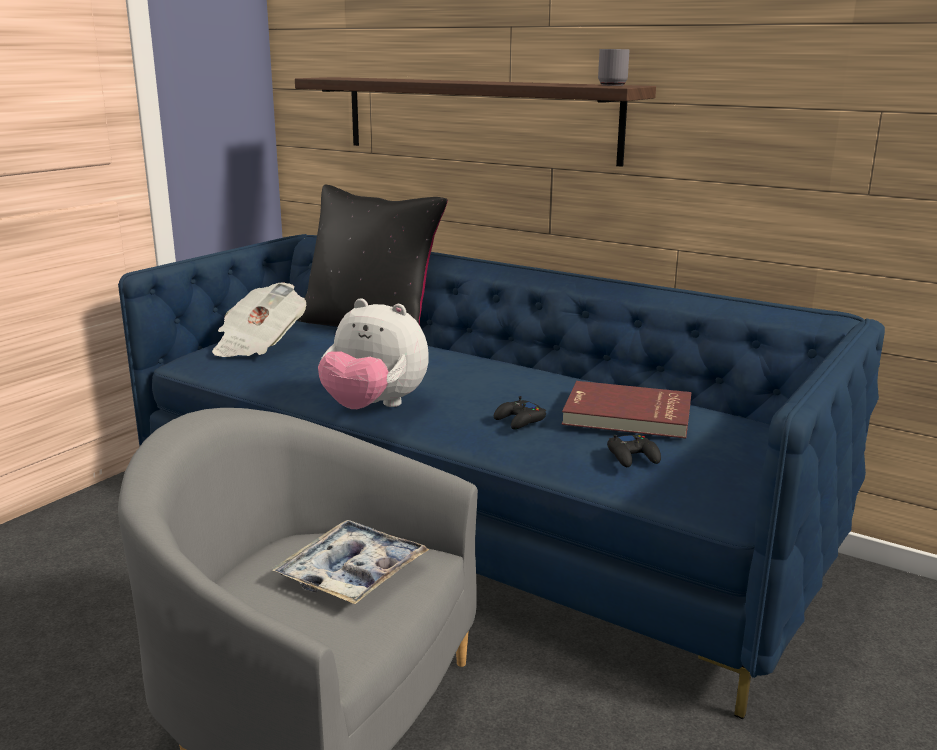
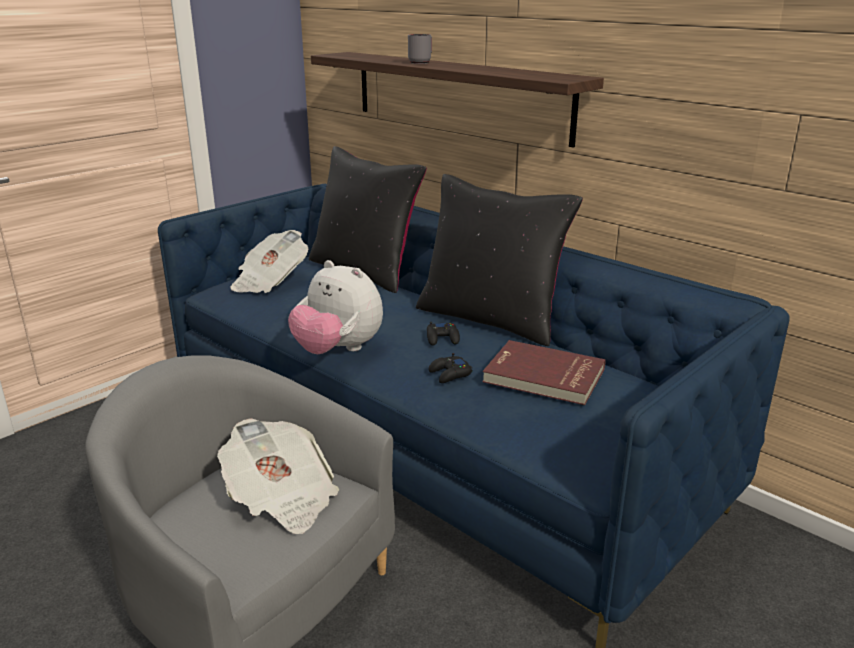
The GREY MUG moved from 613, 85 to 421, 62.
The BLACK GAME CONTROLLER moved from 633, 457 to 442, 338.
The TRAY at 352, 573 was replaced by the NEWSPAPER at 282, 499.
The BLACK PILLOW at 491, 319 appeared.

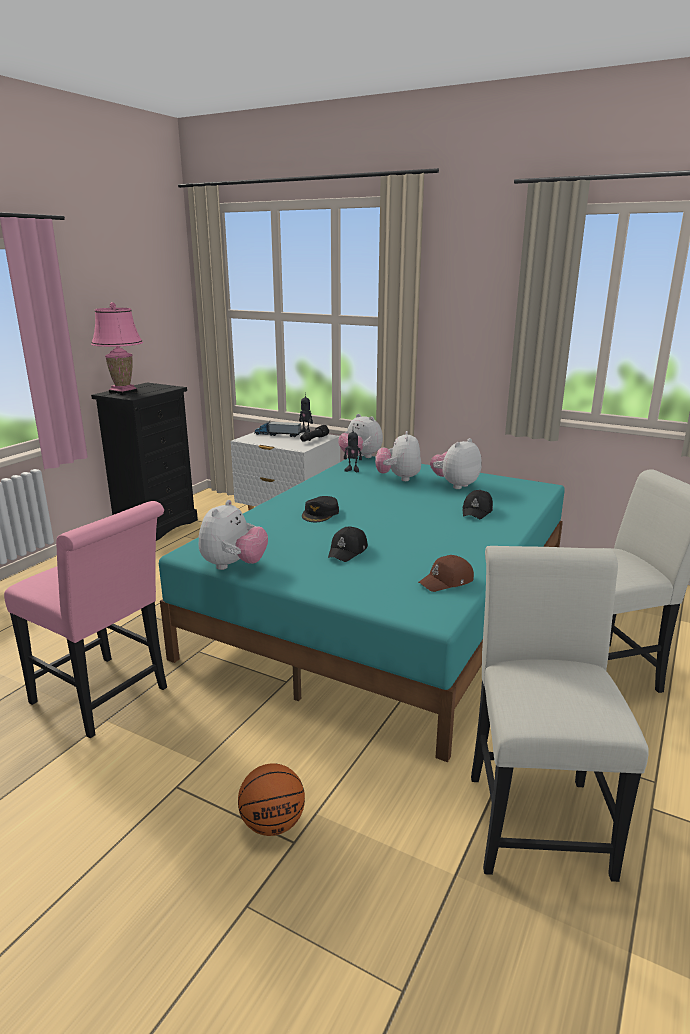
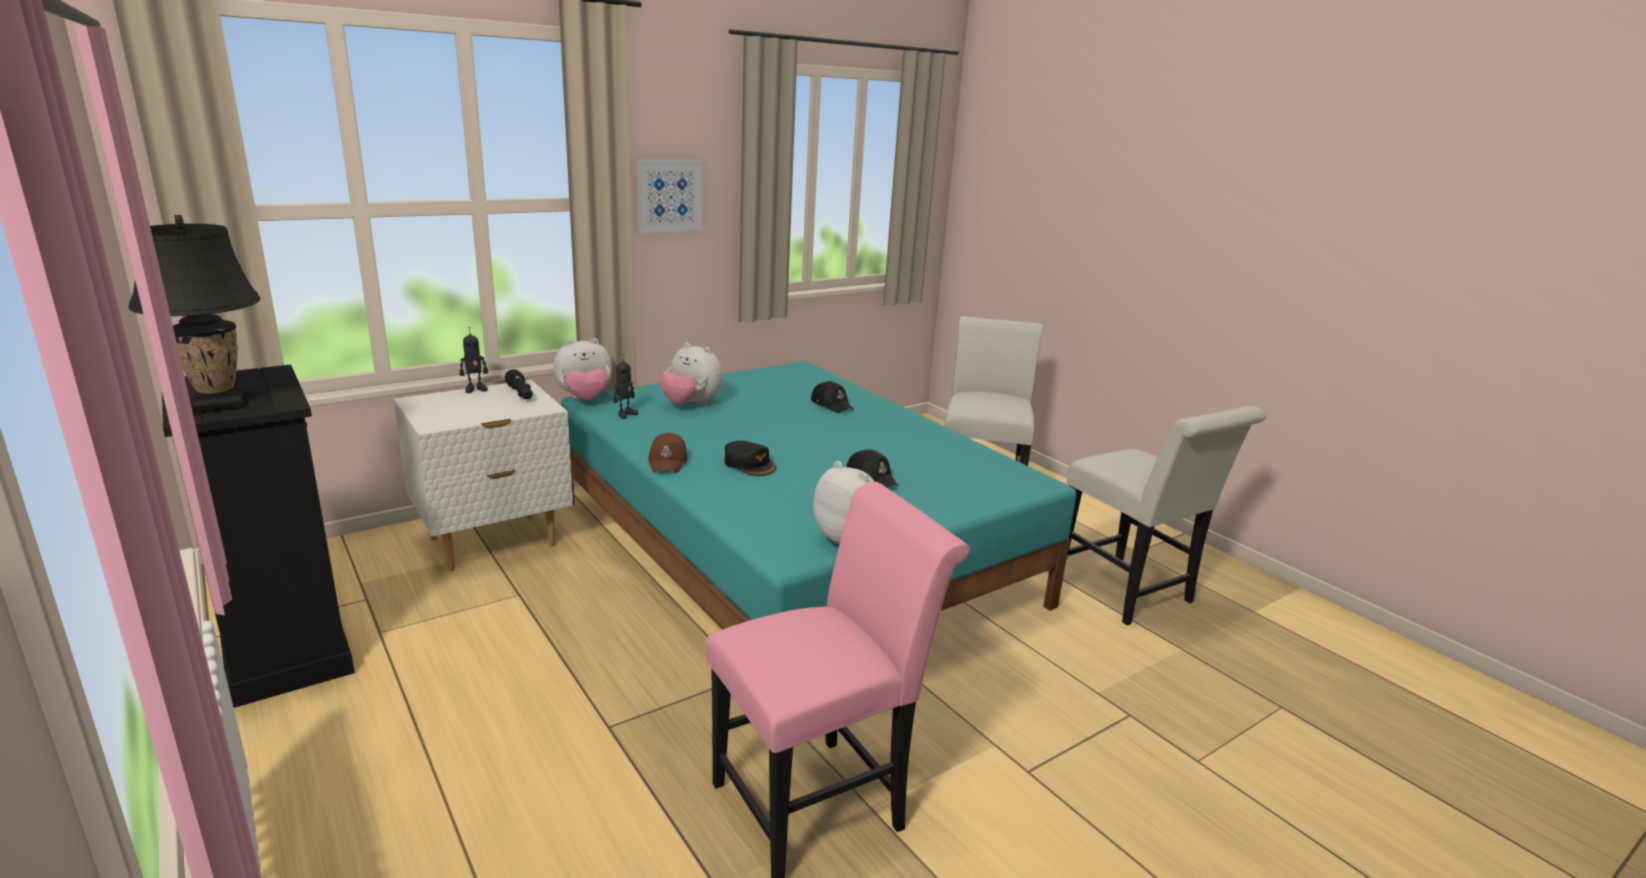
The PINK TABLE LAMP at 123, 392 became the BLACK TABLE LAMP at 218, 404.
The TOY TRUCK at 277, 435 disappeared.
The PLUSH TOY at 455, 485 disappeared.
The WHITE CHAIR at 535, 814 turned 150 degrees counterclockwise.
The BROWN CAP moved from 447, 582 to 668, 462.
The BASKETBALL at 272, 824 disappeared.
The PICTURE at 669, 196 appeared.

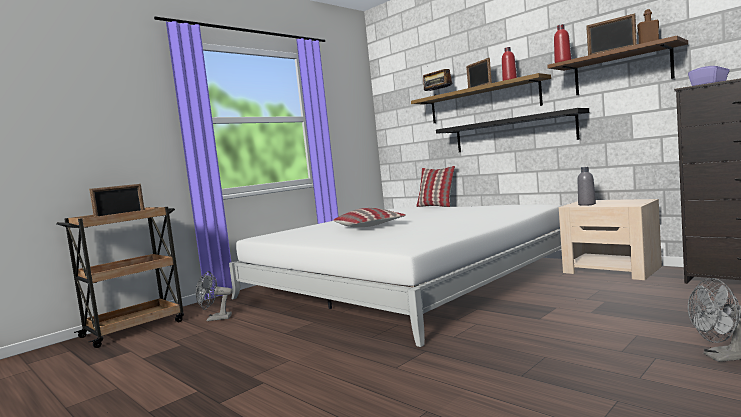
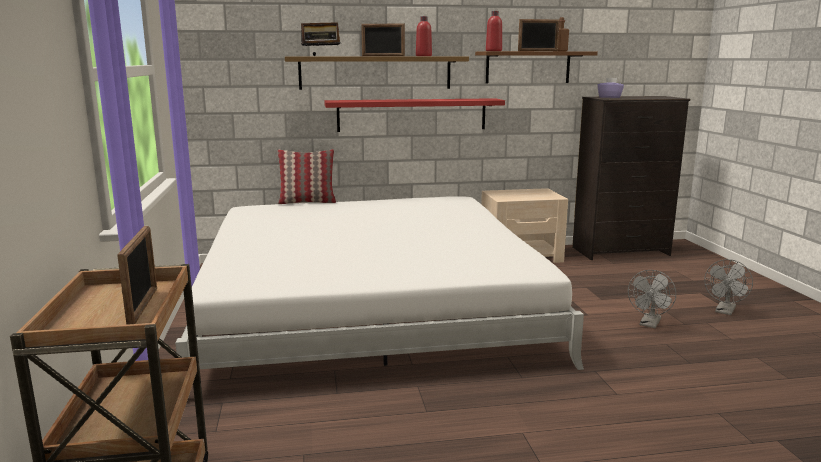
The BLACK SHELF at 512, 133 became the RED SHELF at 412, 115.
The GREY BOTTLE at 587, 204 disappeared.
The PILLOW at 370, 226 disappeared.
The GREY FAN moved from 215, 319 to 649, 324.

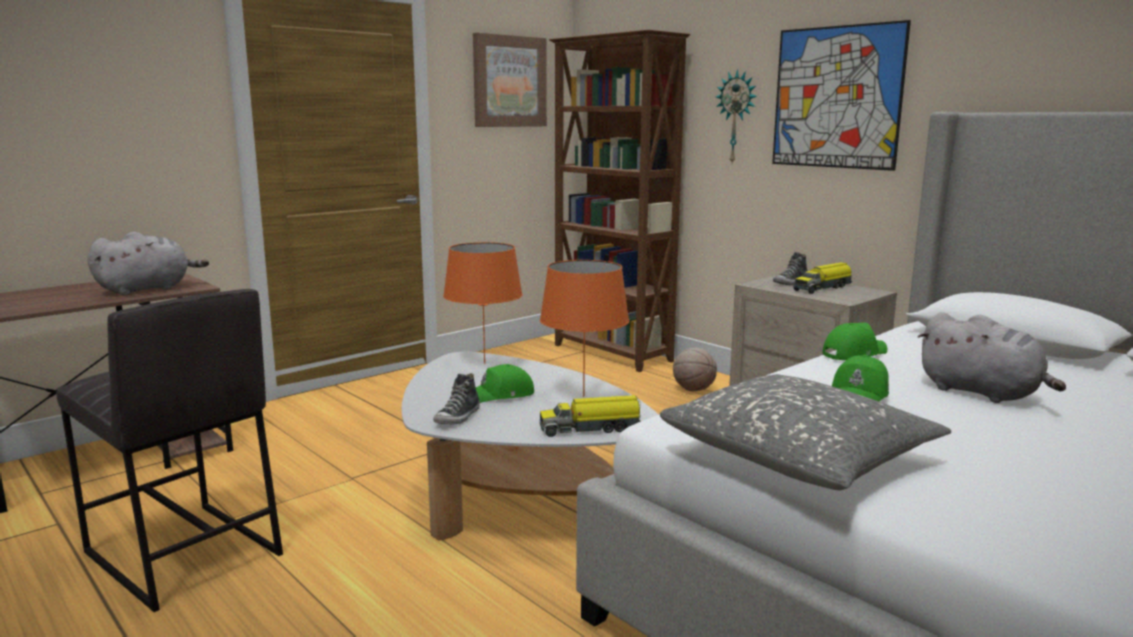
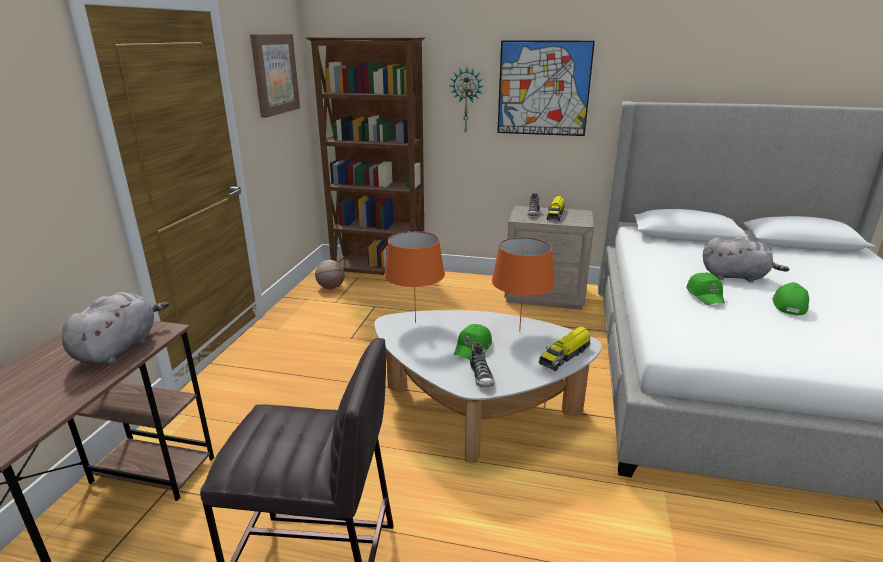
The GREEN CAP moved from 853, 353 to 788, 305.
The BASKETBALL moved from 694, 389 to 331, 287.
The GREY PILLOW at 799, 456 disappeared.

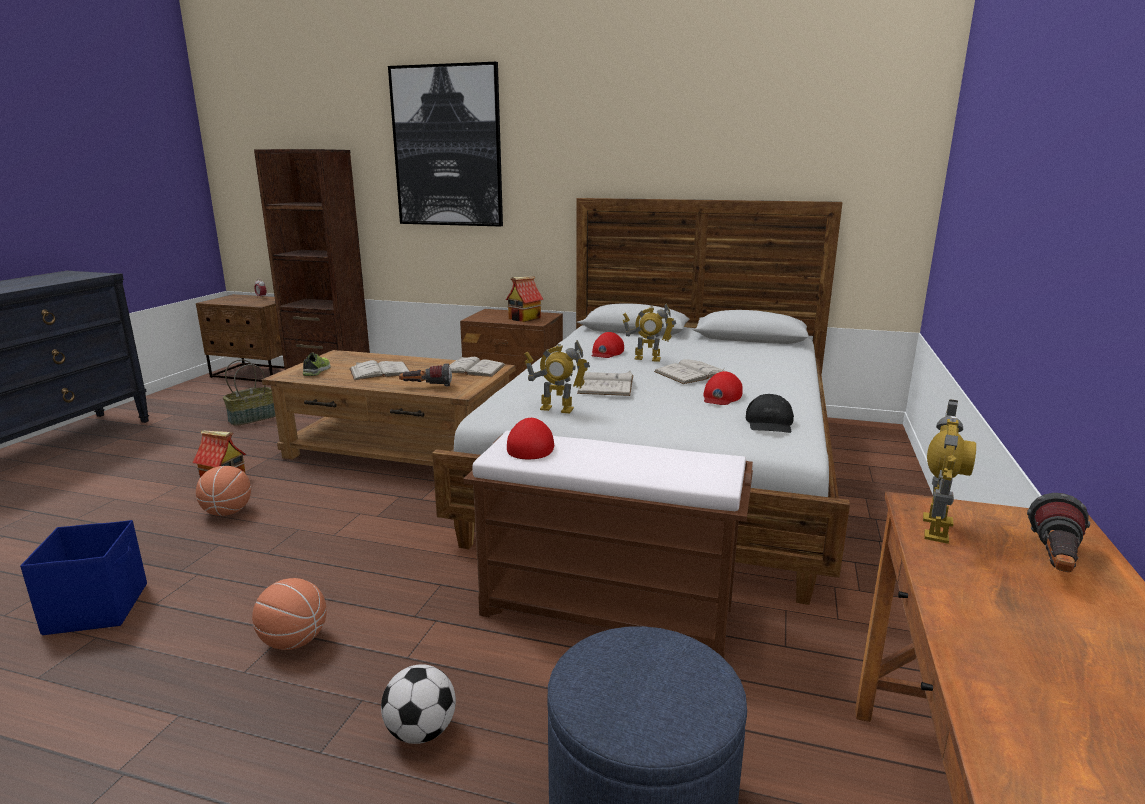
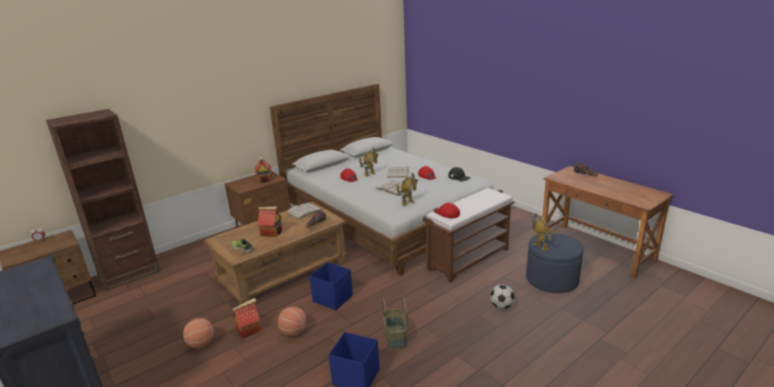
The PICTURE at 447, 147 disappeared.
The BASKET moved from 253, 418 to 394, 337.
The WHITE BOOK at 380, 371 was replaced by the TOY HOUSE at 272, 232.
The TOY ROBOT moved from 936, 528 to 540, 246.
The BASKETBALL moved from 294, 641 to 201, 344.
The BLUE STORAGE BOX at 332, 298 appeared.

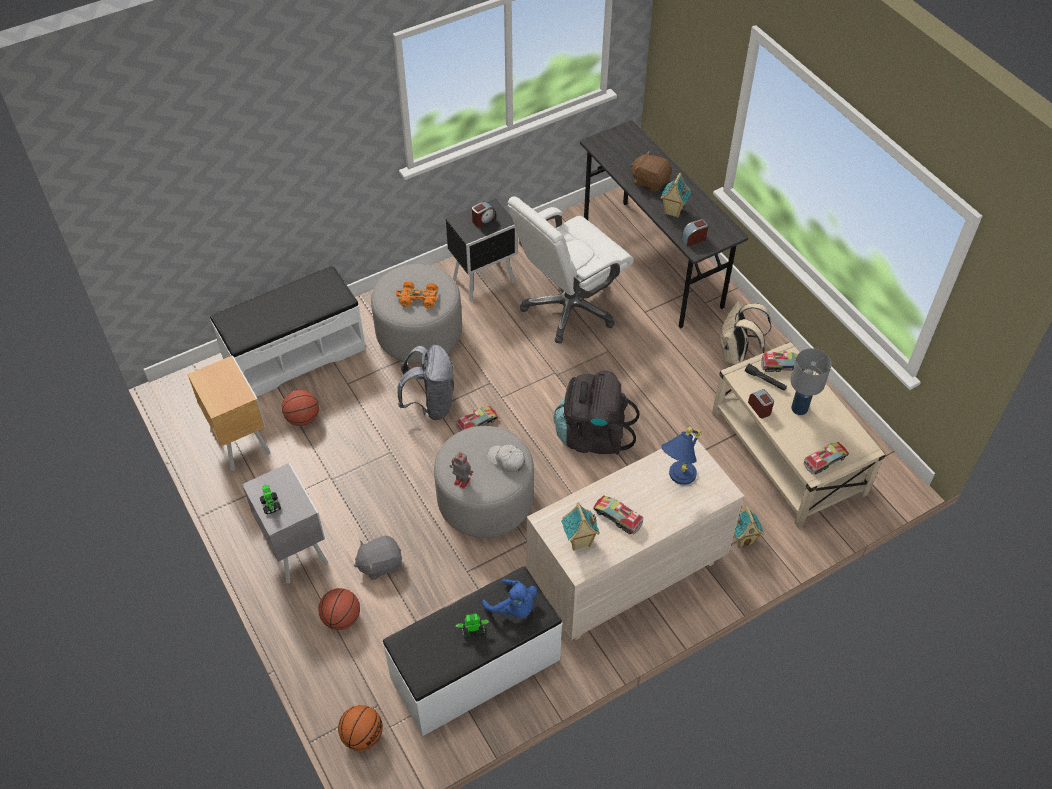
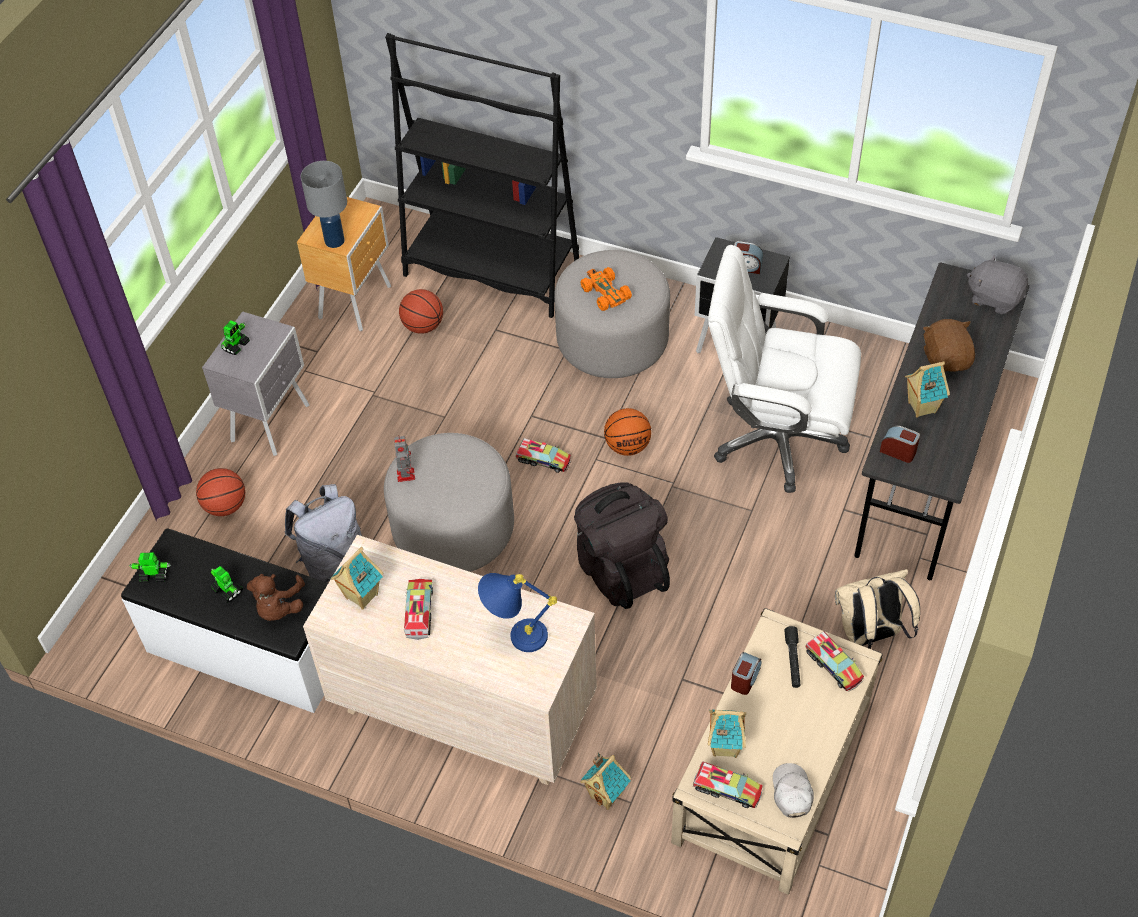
The WHITE BENCH at 295, 355 was replaced by the BLACK BOOKCASE at 491, 269.
The GREY BACKPACK moved from 431, 404 to 333, 561.
The GREY TABLE LAMP moved from 799, 408 to 334, 240.
The WHITE CAP moved from 506, 460 to 791, 793.
The GREY PLUSH TOY moved from 380, 564 to 994, 298.
The BLUE PLUSH TOY at 513, 608 became the BROWN PLUSH TOY at 278, 607.
The BASKETBALL moved from 362, 736 to 627, 446.
The TOY ROBOT at 154, 574 appeared.
The TOY HOUSE at 724, 746 appeared.

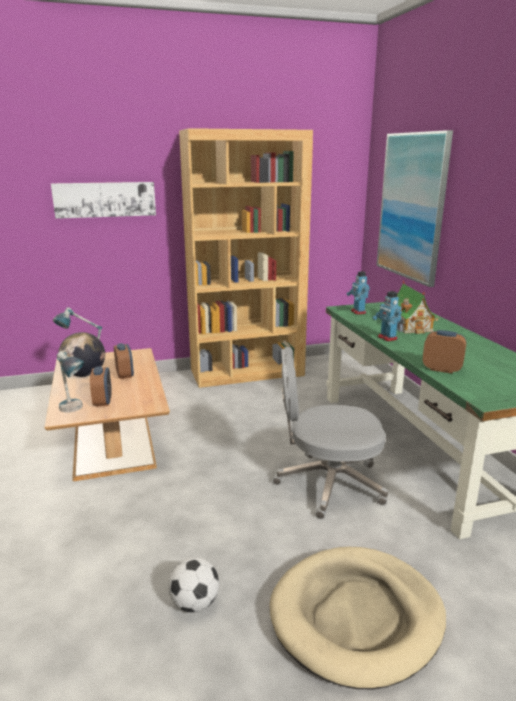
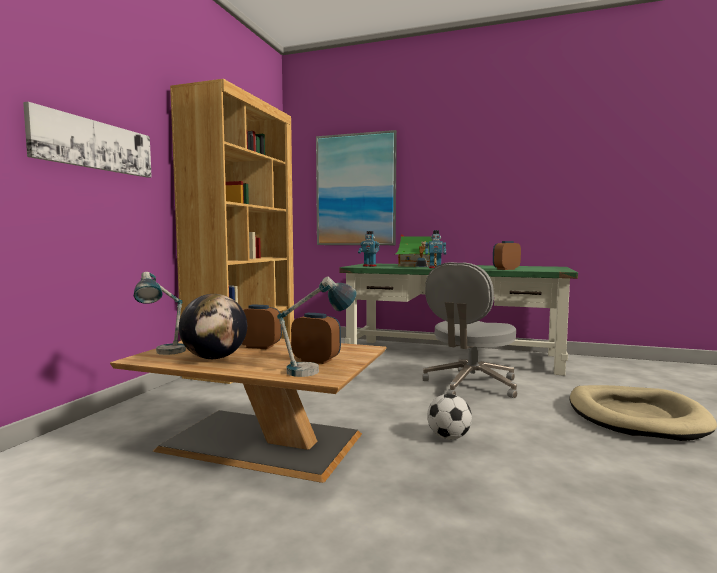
The FOOTBALL moved from 194, 603 to 448, 437.

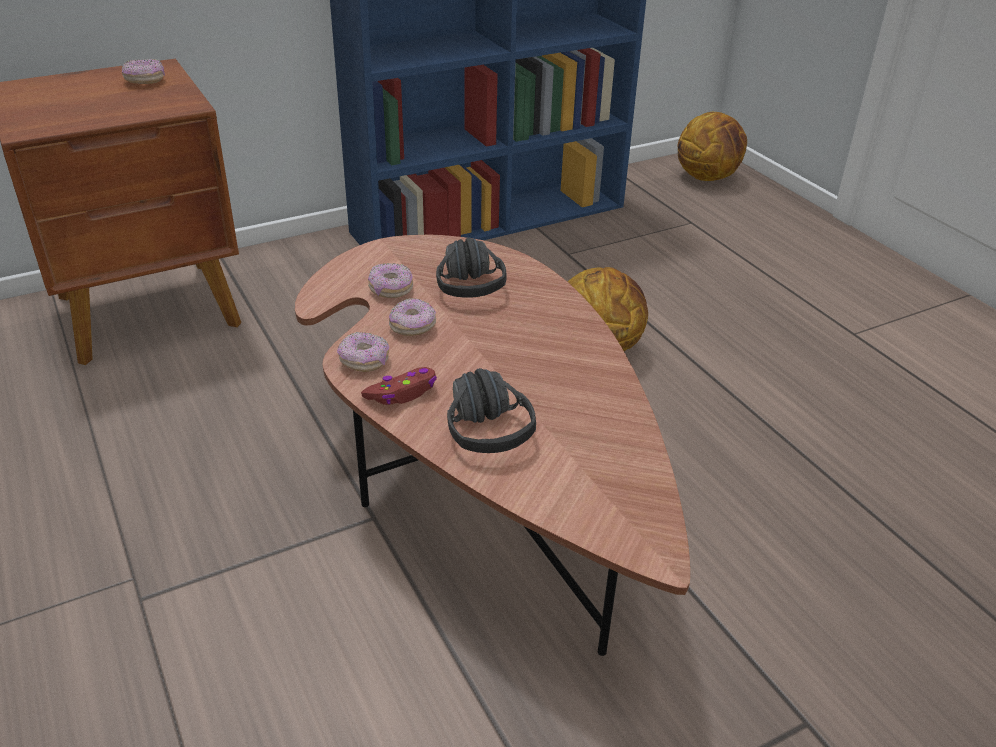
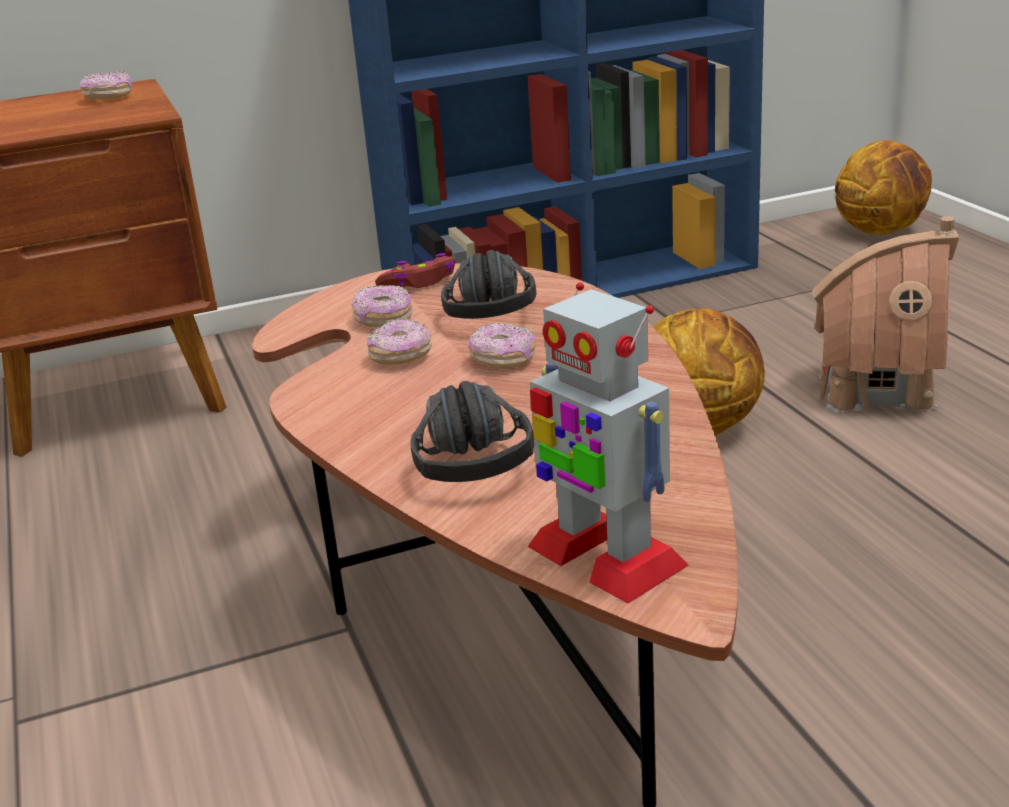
The DONUT moved from 364, 362 to 503, 360.
The RED GAME CONTROLLER moved from 402, 393 to 420, 283.
The TOY HOUSE at 876, 388 appeared.
The TOY ROBOT at 604, 556 appeared.

